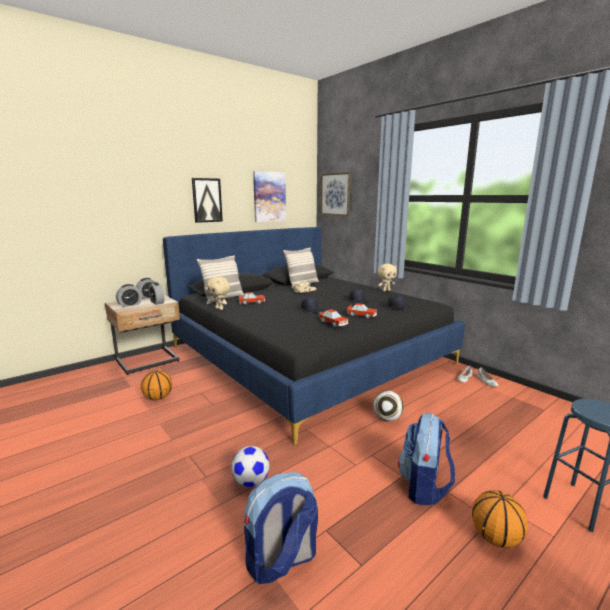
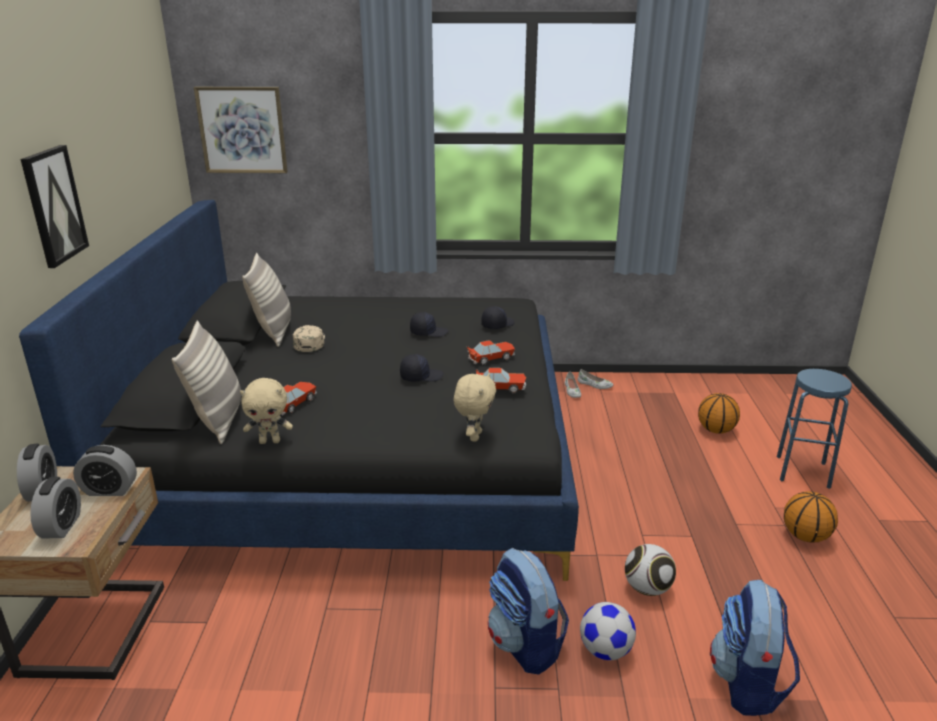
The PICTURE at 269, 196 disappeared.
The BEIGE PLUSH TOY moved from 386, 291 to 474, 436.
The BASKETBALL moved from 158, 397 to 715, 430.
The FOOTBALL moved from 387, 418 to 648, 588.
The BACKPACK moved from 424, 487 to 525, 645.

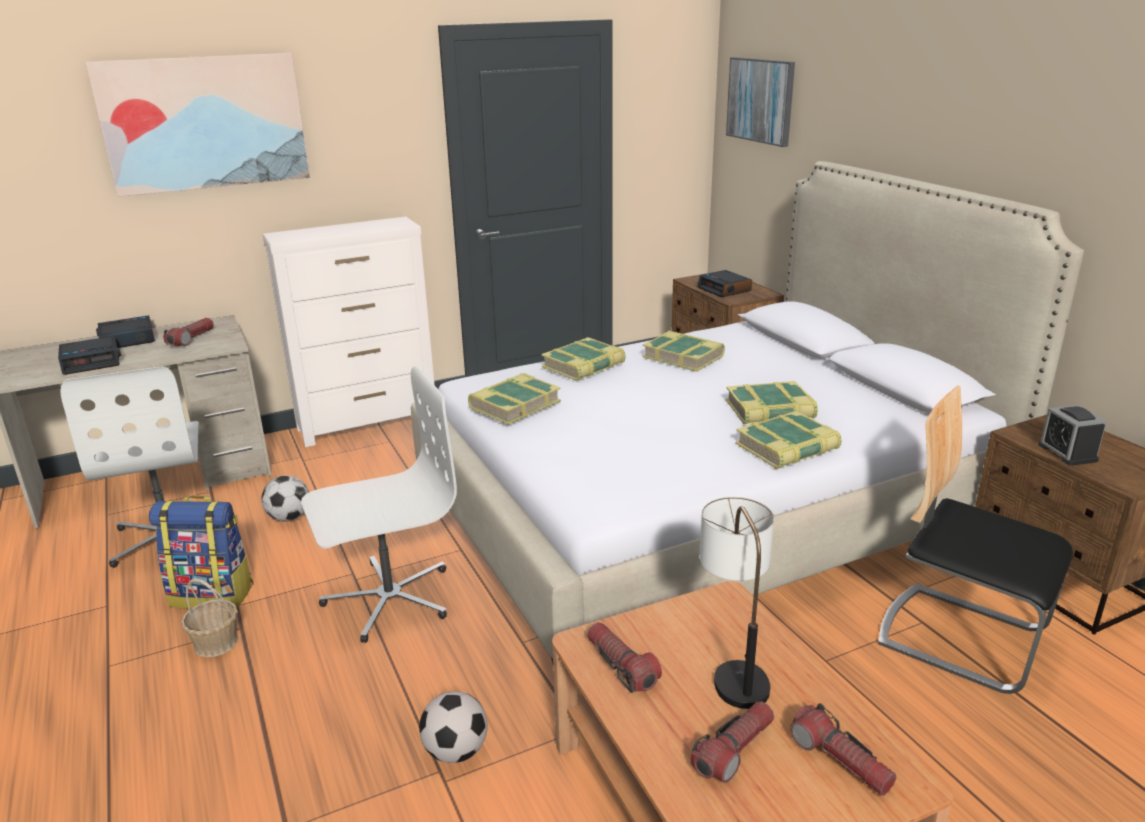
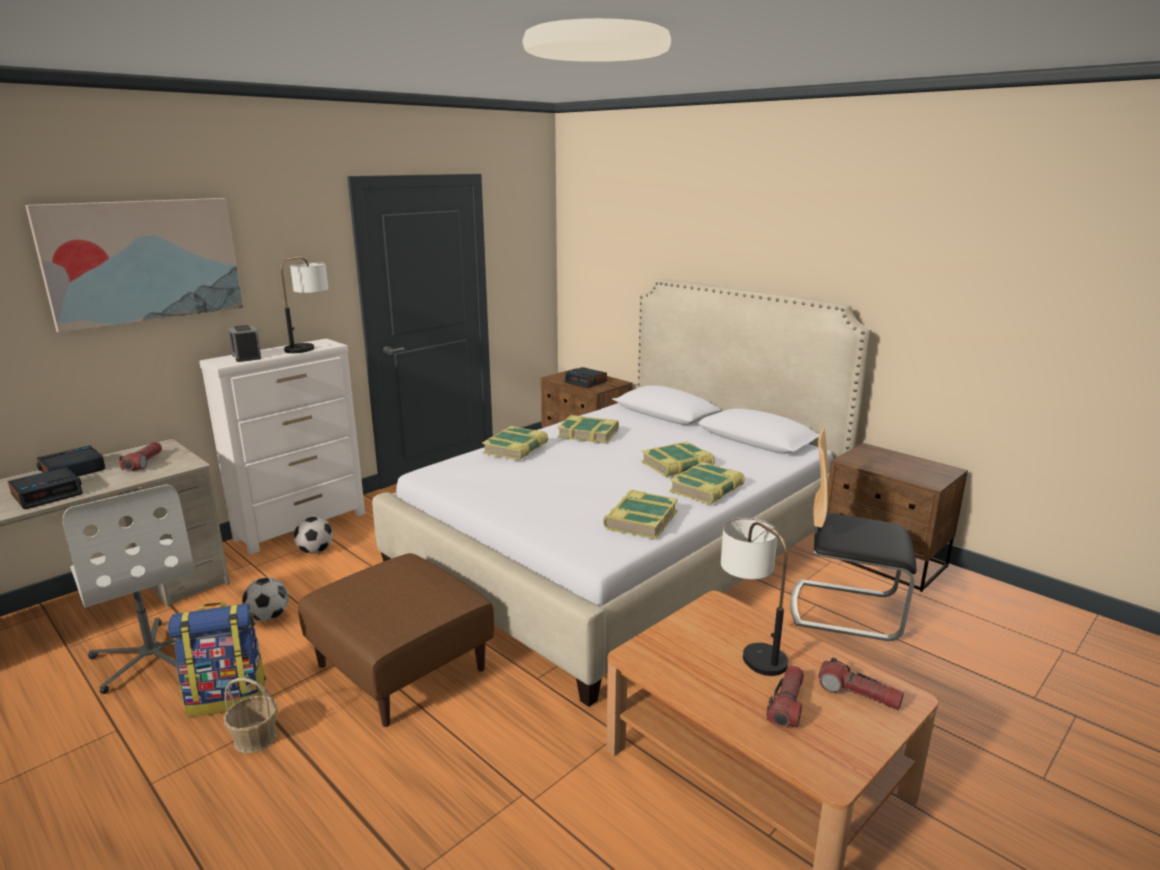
The PICTURE at 761, 100 disappeared.
The WHITE OFFICE CHAIR at 389, 598 was replaced by the BROWN OTTOMAN at 402, 667.
The BOOK moved from 514, 405 to 640, 520.
The ALARM CLOCK moved from 1067, 452 to 247, 357.
The FLASHLIGHT at 621, 666 disappeared.
The FOOTBALL moved from 456, 751 to 315, 551.
The TABLE LAMP at 310, 346 appeared.

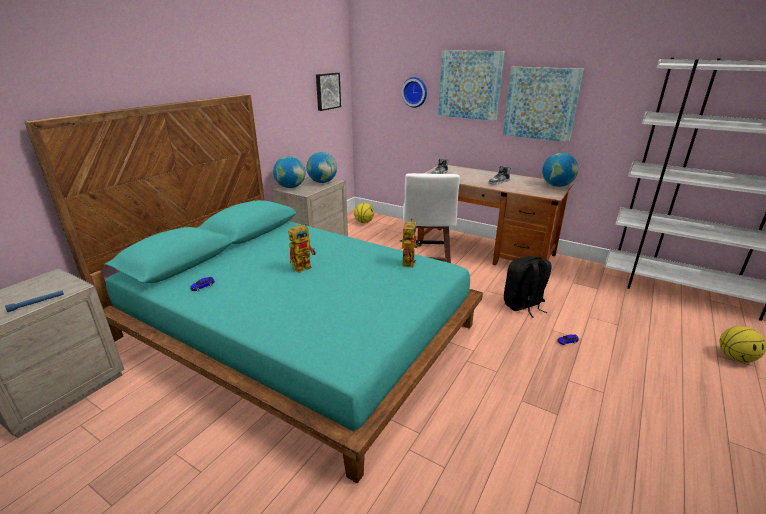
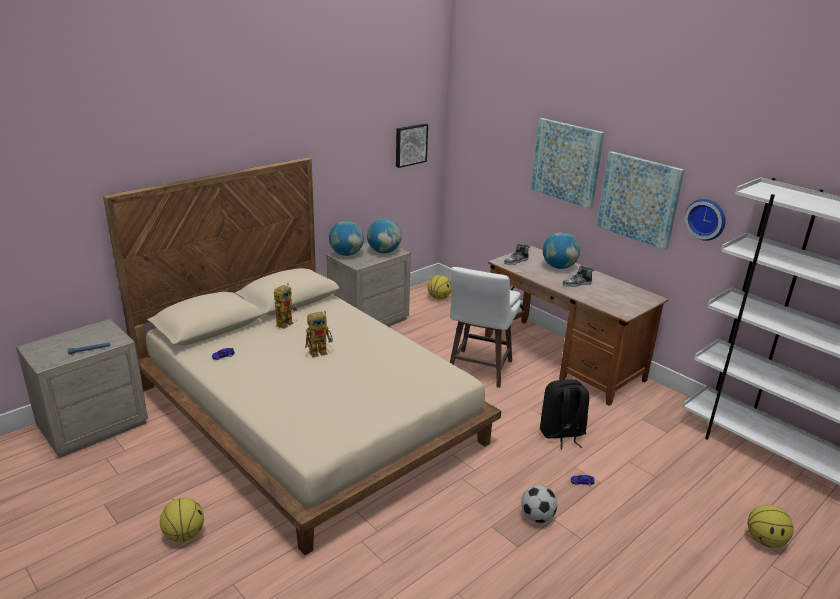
The WALL CLOCK moved from 415, 92 to 706, 219.
The TURQUOISE BED at 297, 331 became the BEIGE BED at 310, 414.
The GLOBE moved from 557, 185 to 559, 267.
The TOY ROBOT moved from 408, 261 to 286, 322.
The FOOTBALL at 537, 517 appeared.
The BASKETBALL at 184, 534 appeared.

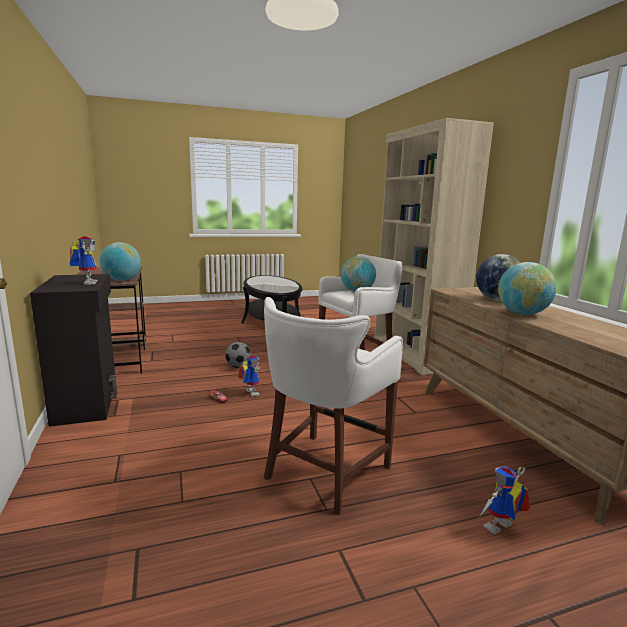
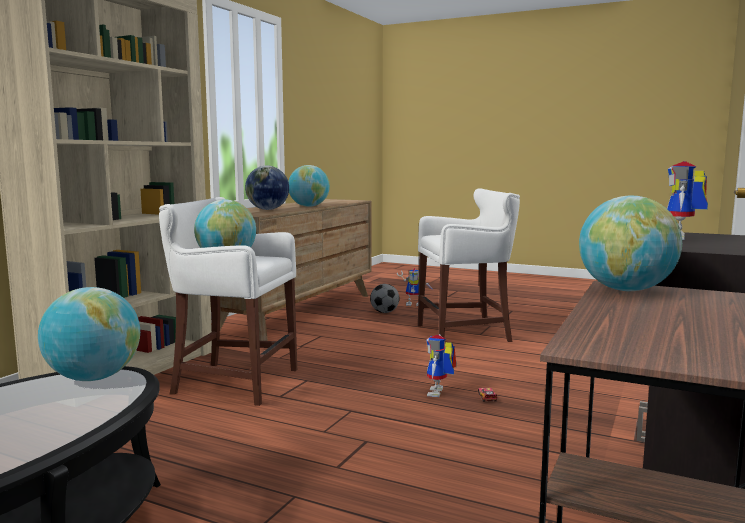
The FOOTBALL moved from 238, 366 to 384, 312.
The GLOBE at 94, 378 appeared.

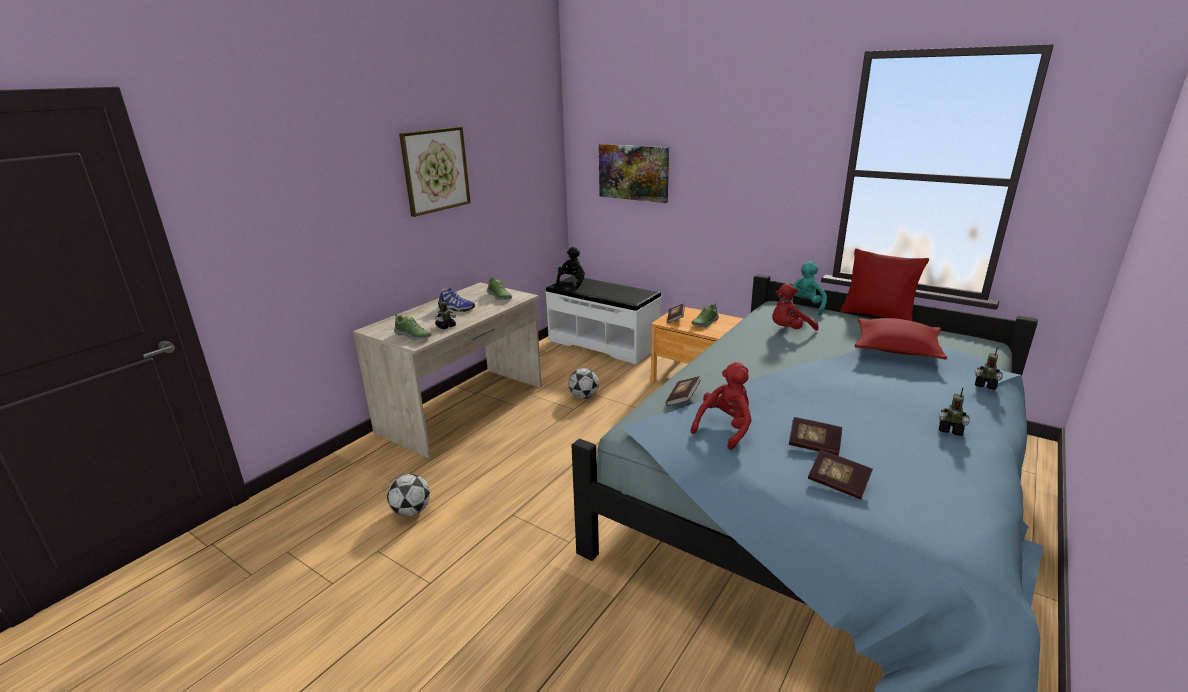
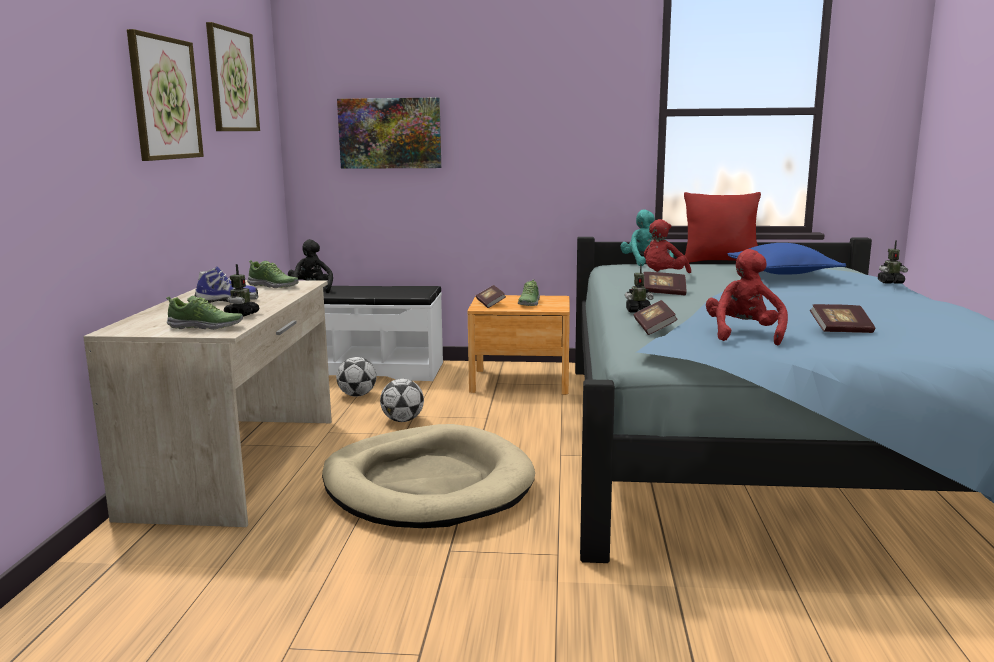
The RED PILLOW at 896, 348 became the BLUE PILLOW at 783, 273.
The TOY ROBOT moved from 950, 429 to 638, 311.
The BOOK moved from 838, 483 to 663, 293.
The FOOTBALL moved from 411, 511 to 357, 395.
The PICTURE at 232, 80 appeared.
The BEIGE DOG BED at 427, 484 appeared.

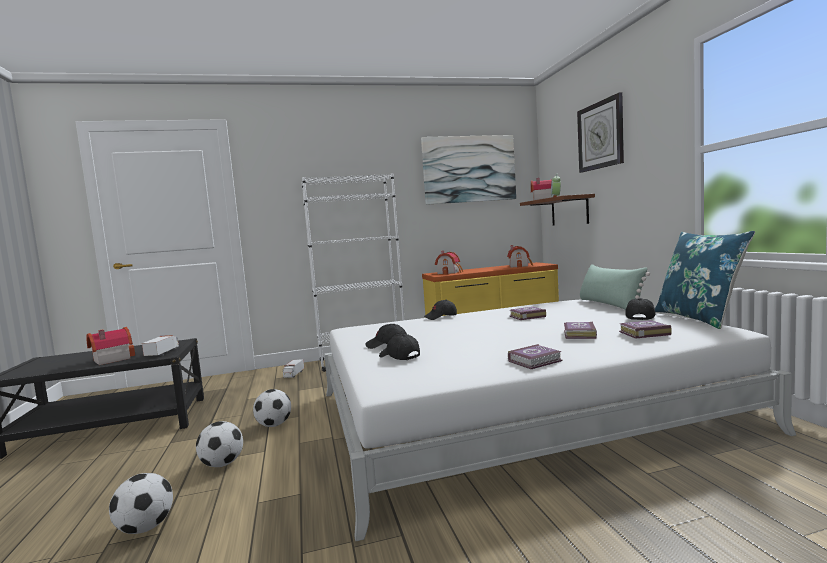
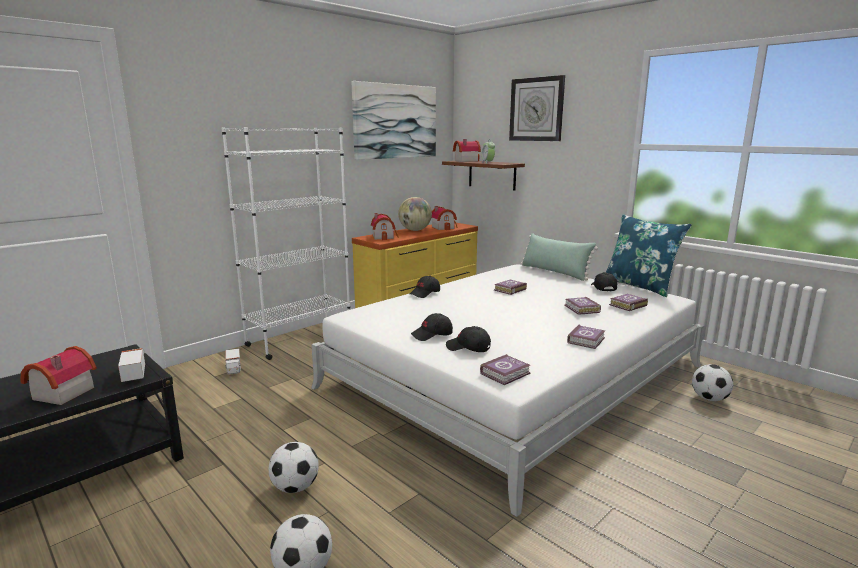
The FOOTBALL moved from 274, 425 to 709, 399.
The GLOBE at 415, 230 appeared.
The BOOK at 506, 373 appeared.

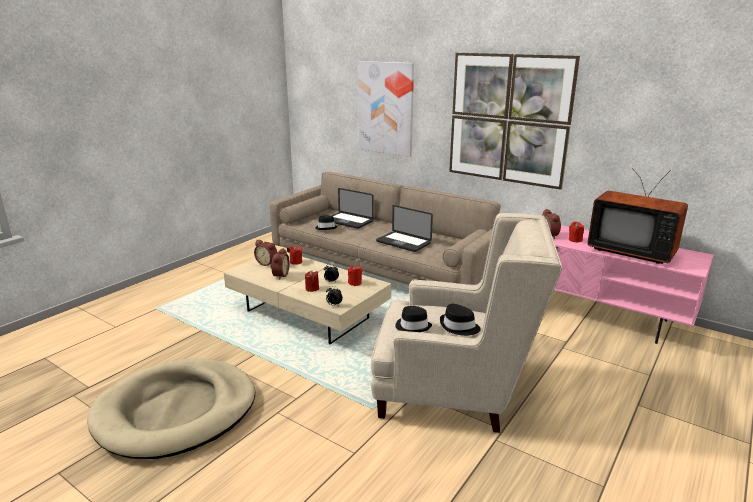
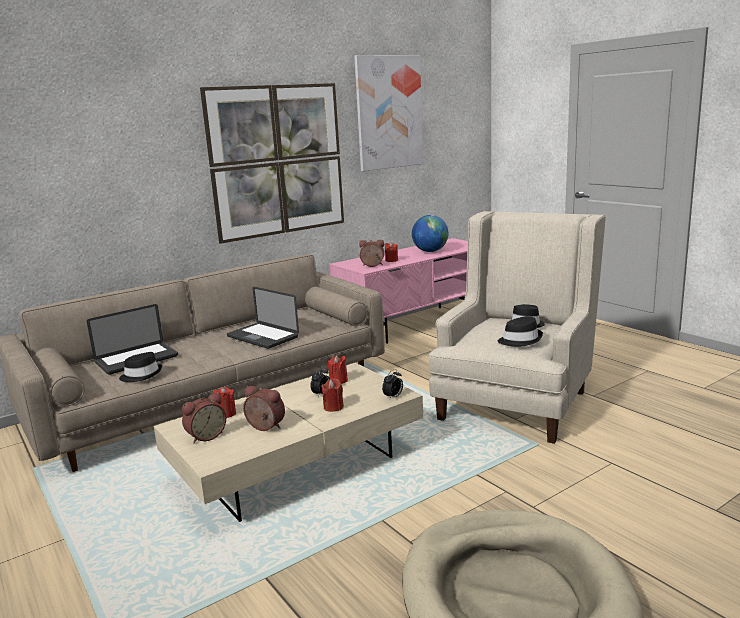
The PICTURE moved from 386, 108 to 389, 112.
The TELEVISION at 631, 251 was replaced by the GLOBE at 430, 251.
The LAPTOP at 403, 242 turned 75 degrees clockwise.

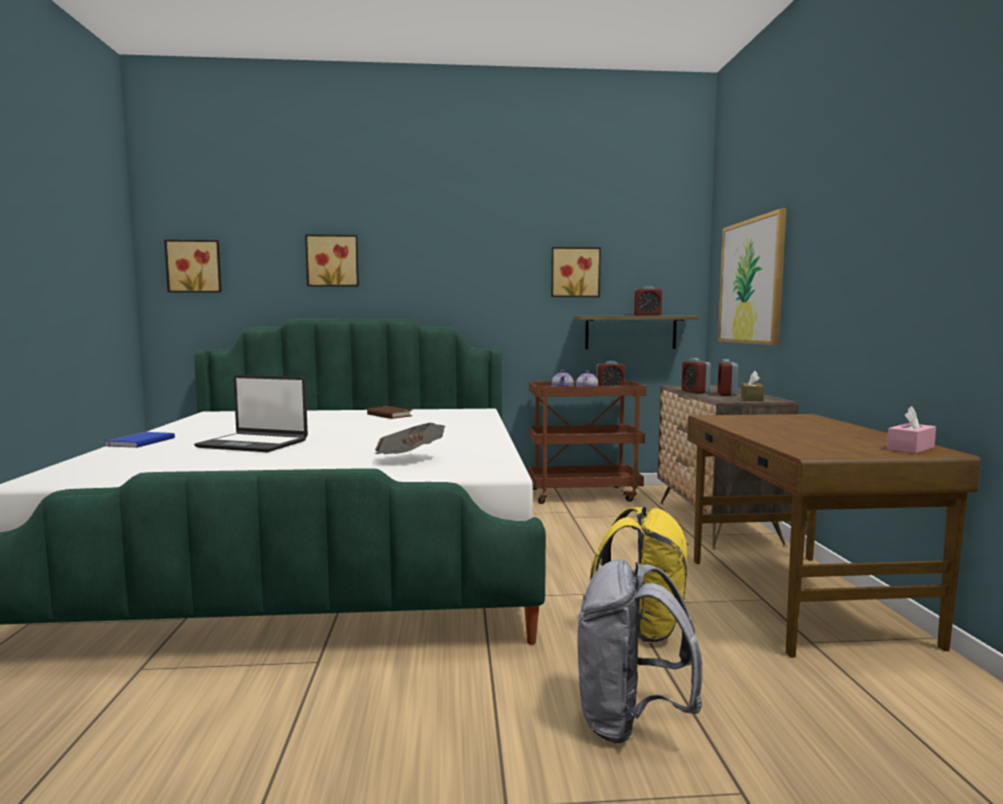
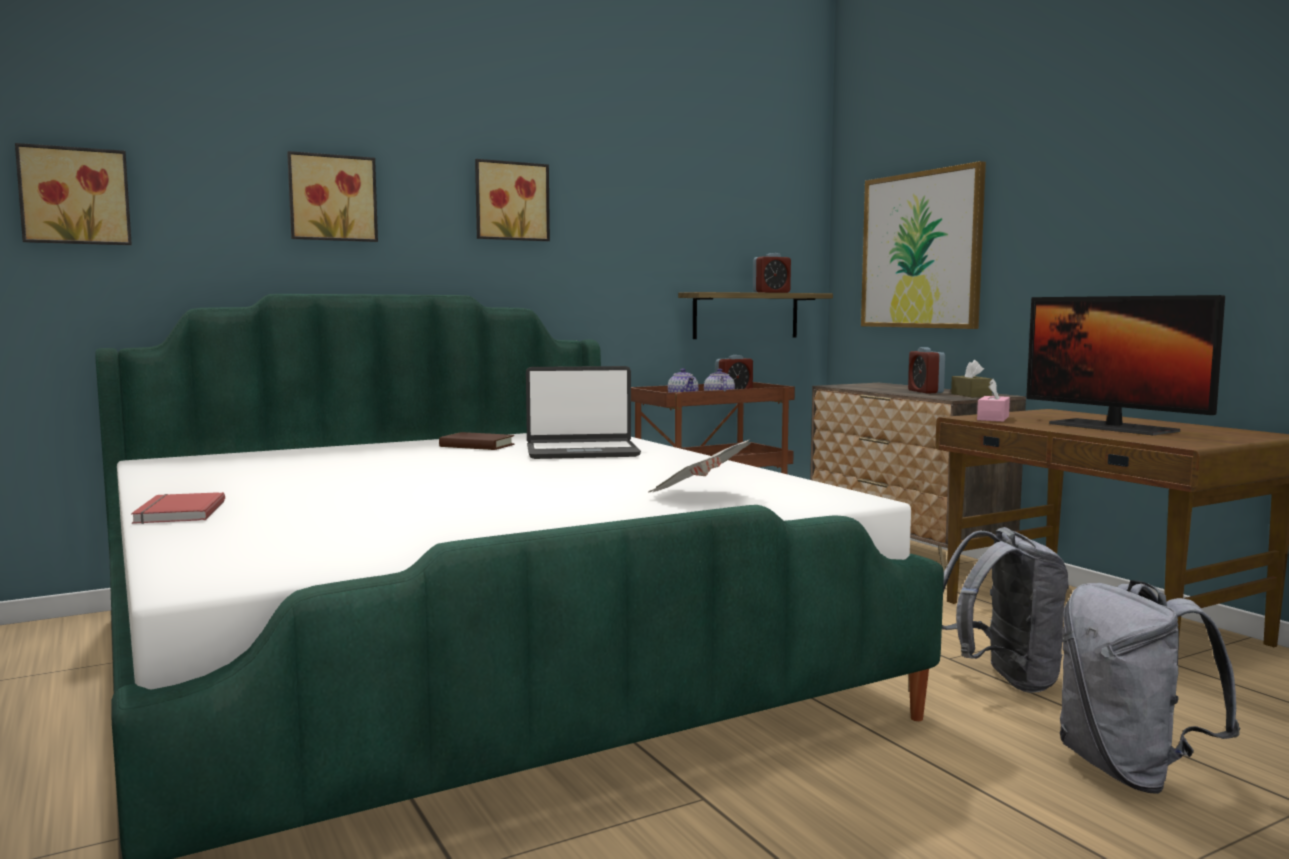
The PICTURE moved from 575, 272 to 511, 201.
The ALARM CLOCK at 695, 392 disappeared.
The LAPTOP moved from 253, 444 to 582, 452.
The PINK TISSUE BOX moved from 910, 448 to 993, 418.
The BLUE BOOK at 139, 442 became the RED BOOK at 177, 512.
The YELLOW BACKPACK at 642, 628 became the GREY BACKPACK at 1002, 680.
The MONITOR at 1112, 427 appeared.

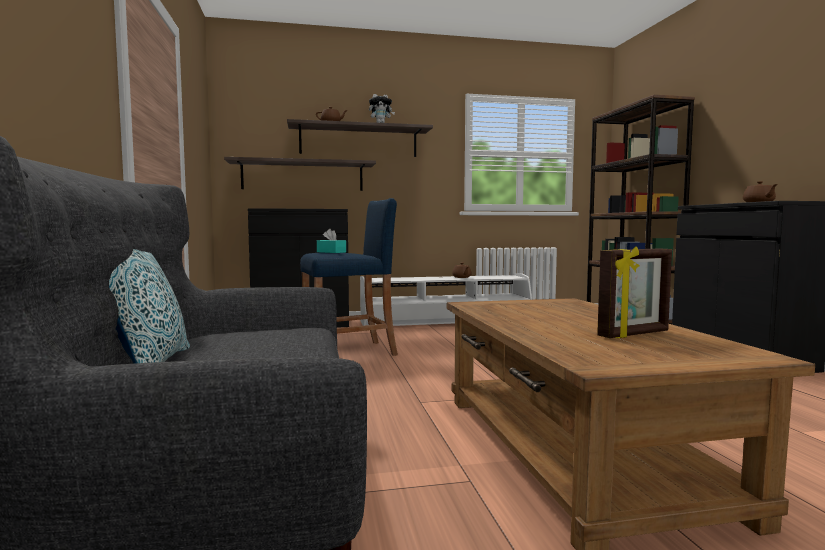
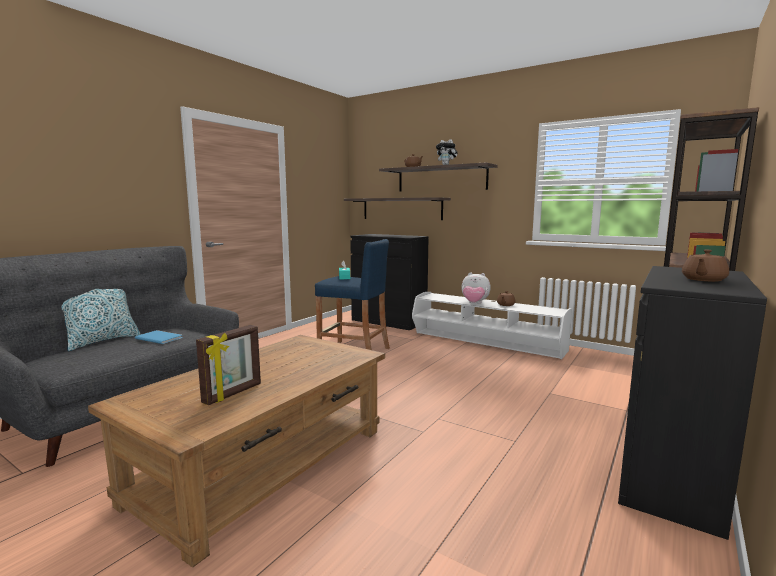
The PICTURE FRAME at 634, 334 turned 75 degrees counterclockwise.
The PLUSH TOY at 474, 303 appeared.
The BLUE BOOK at 159, 338 appeared.

